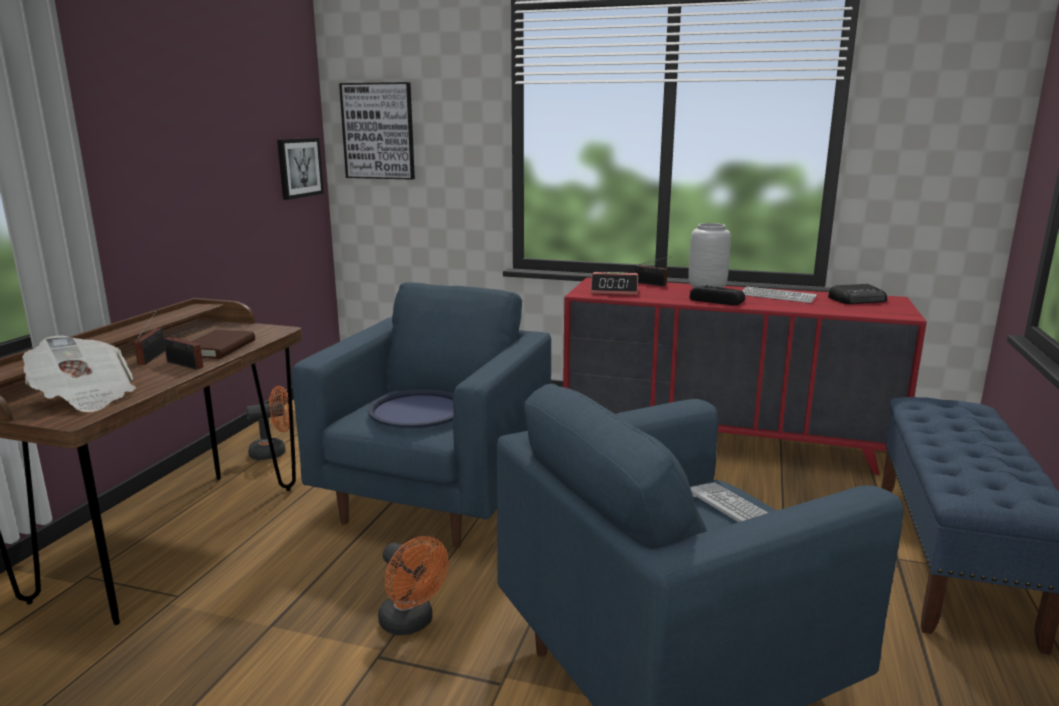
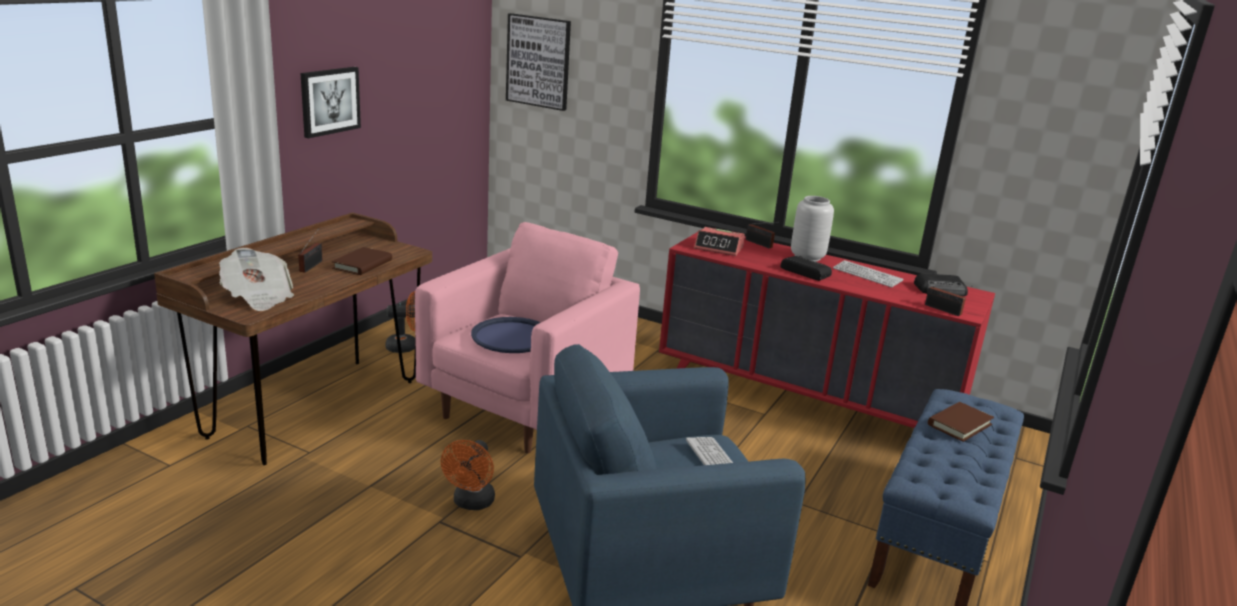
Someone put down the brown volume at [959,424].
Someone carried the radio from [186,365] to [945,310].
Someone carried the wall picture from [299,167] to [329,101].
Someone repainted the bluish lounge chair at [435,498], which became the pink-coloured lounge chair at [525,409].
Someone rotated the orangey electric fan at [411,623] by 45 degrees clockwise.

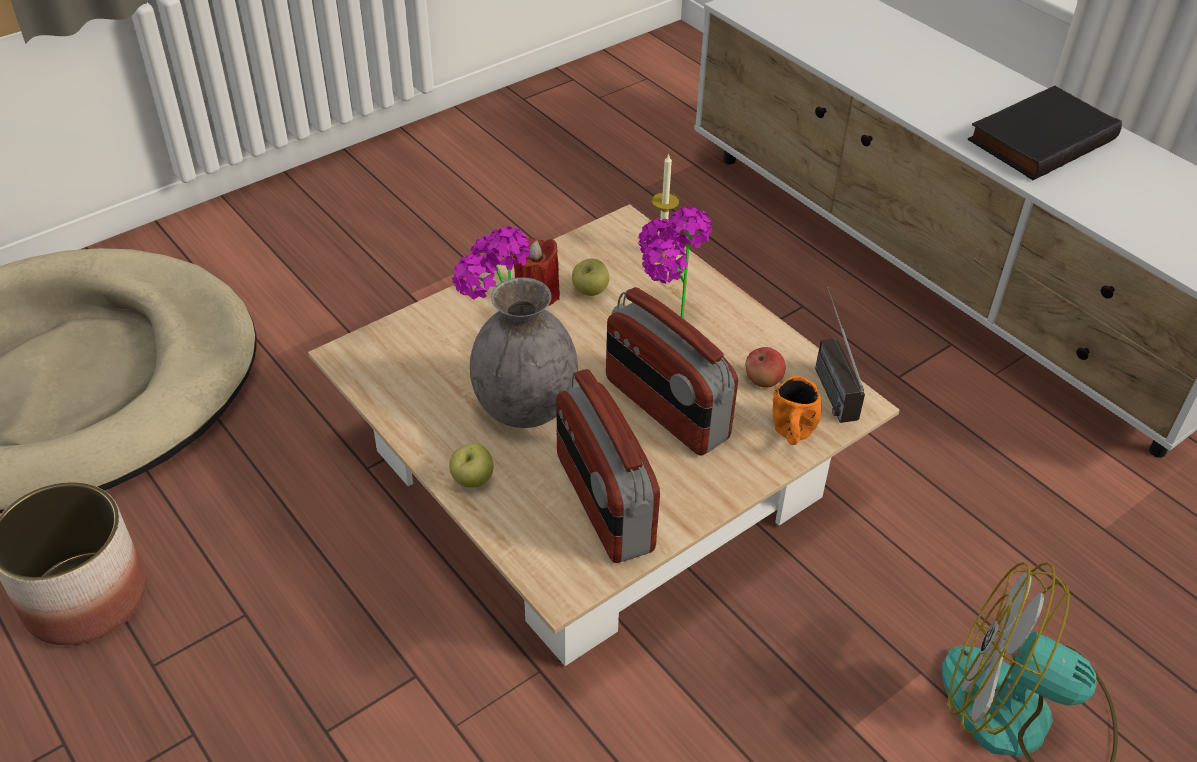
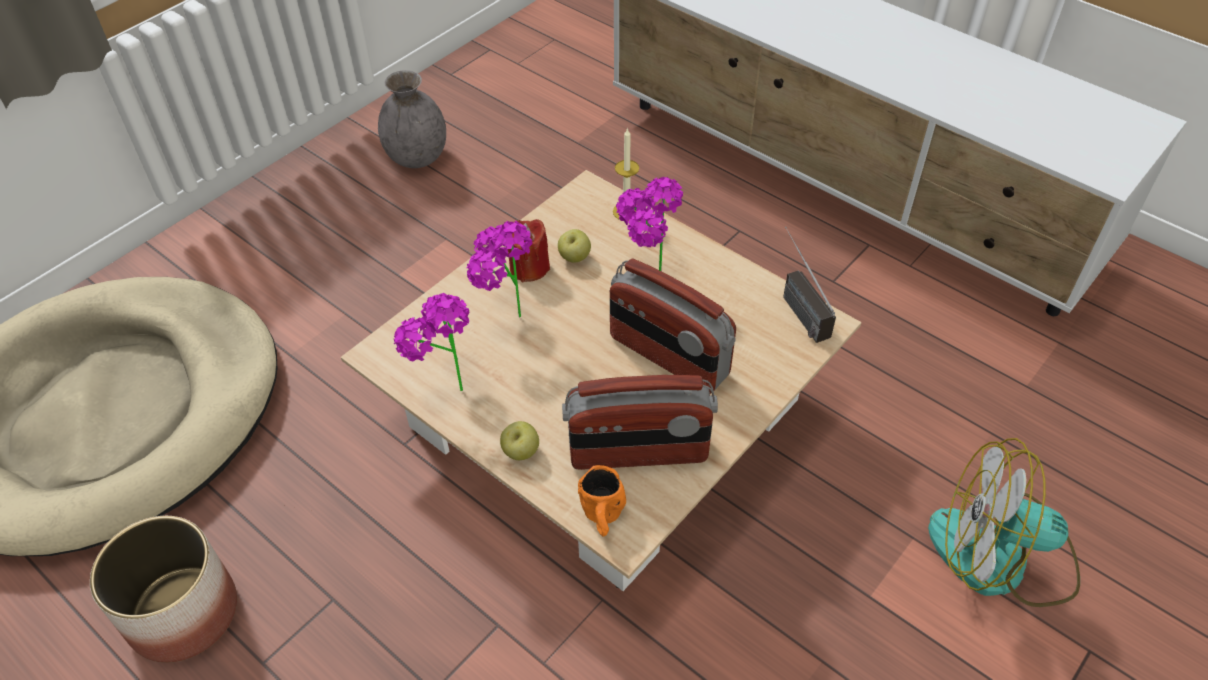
Someone took away the apple at [763,381].
Someone took away the black-coloured volume at [1040,138].
Someone put down the houseplant at [445,387].
Someone carried the greyish decorative vase from [526,408] to [418,157].
Someone carried the orangey mug from [792,436] to [603,519].
Someone rotated the radio at [602,503] by 60 degrees counterclockwise.

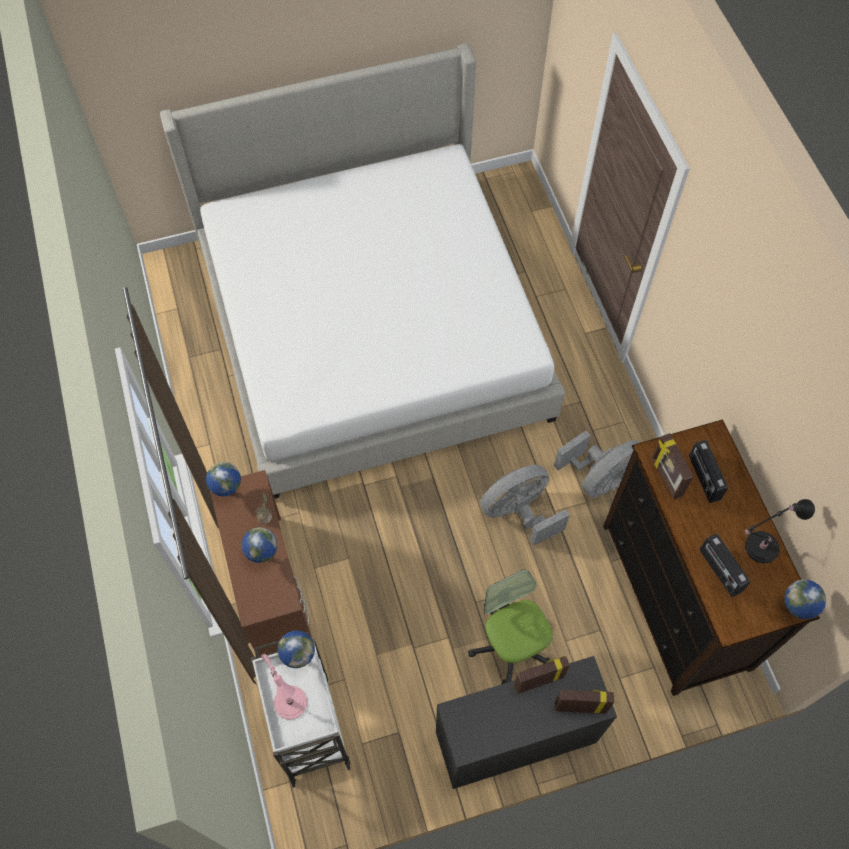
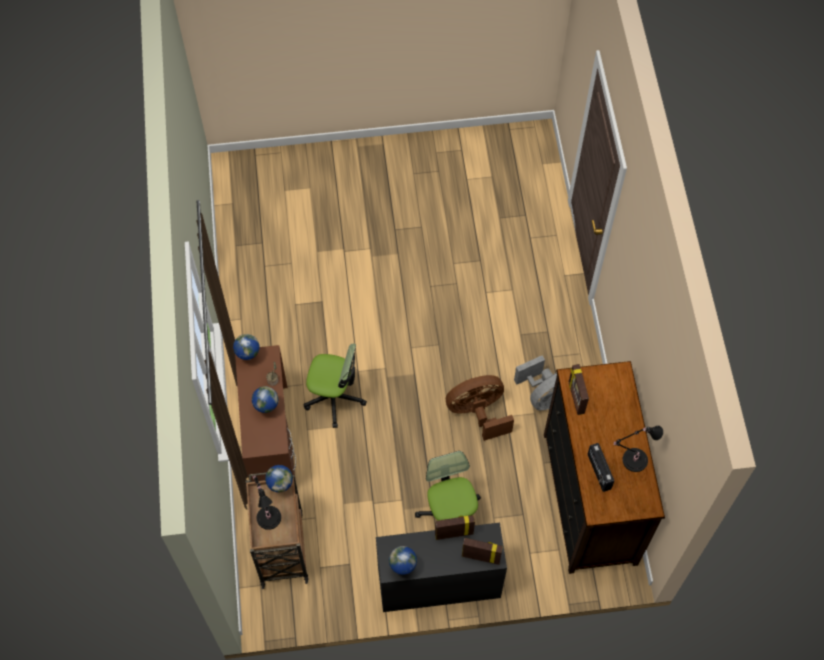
Someone took away the bed at [372,329].
Someone took away the radio at [703,478].
Someone put down the office chair at [334,397].
Someone carried the desk globe from [793,611] to [403,569].
Someone repainted the whitish cart at [308,725], which became the brown cart at [281,547].
Someone repainted the pink-coloured table lamp at [289,699], which became the black-coloured table lamp at [268,515].
Someone repainted the greyish electric fan at [519,512], which became the brown electric fan at [478,413].

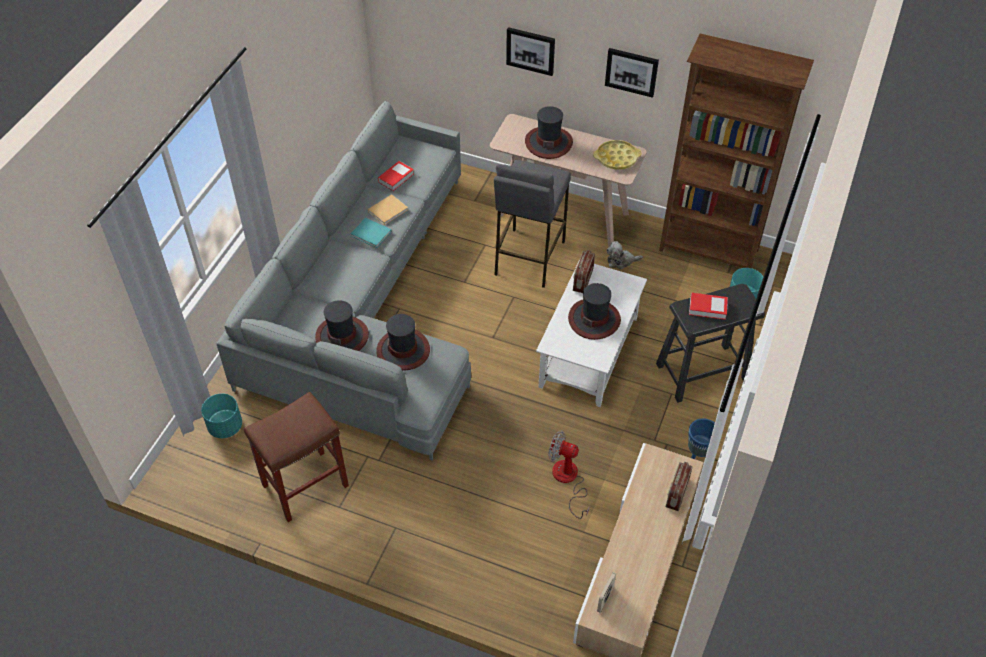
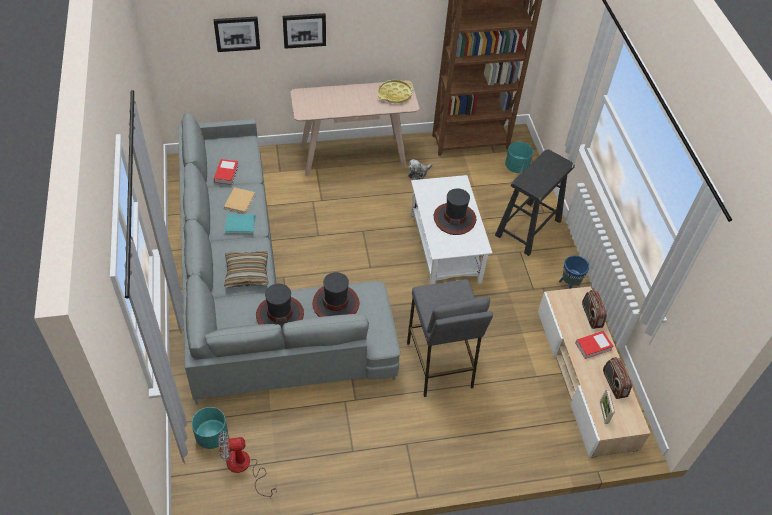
Someone took away the brown sitting stool at [304,486].
Someone took away the wearable hat at [548,142].
Someone put down the pillow at [247,273].
Someone carried the greyish sitting stool from [528,258] to [439,365].
Someone carried the electric fan from [568,480] to [244,467].
Someone carried the radio from [582,280] to [614,384].
Someone carried the wall picture from [631,71] to [237,33].
Someone carried the volume from [707,308] to [593,346].

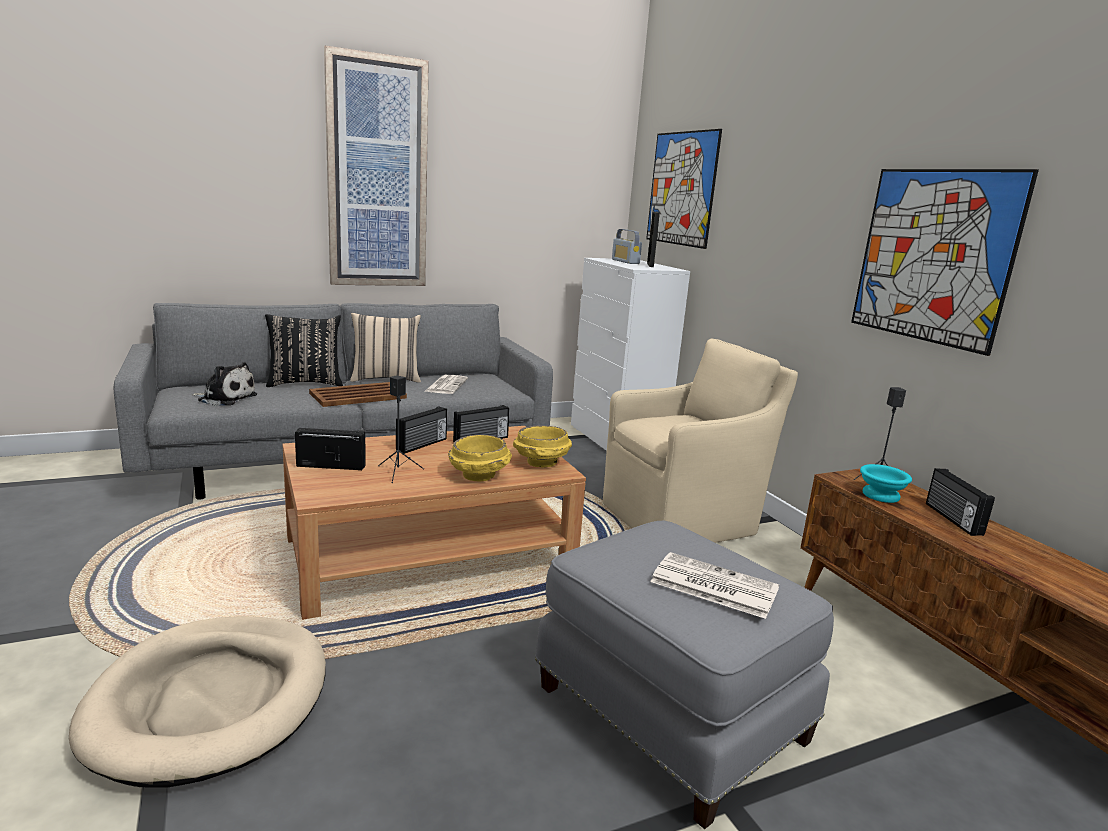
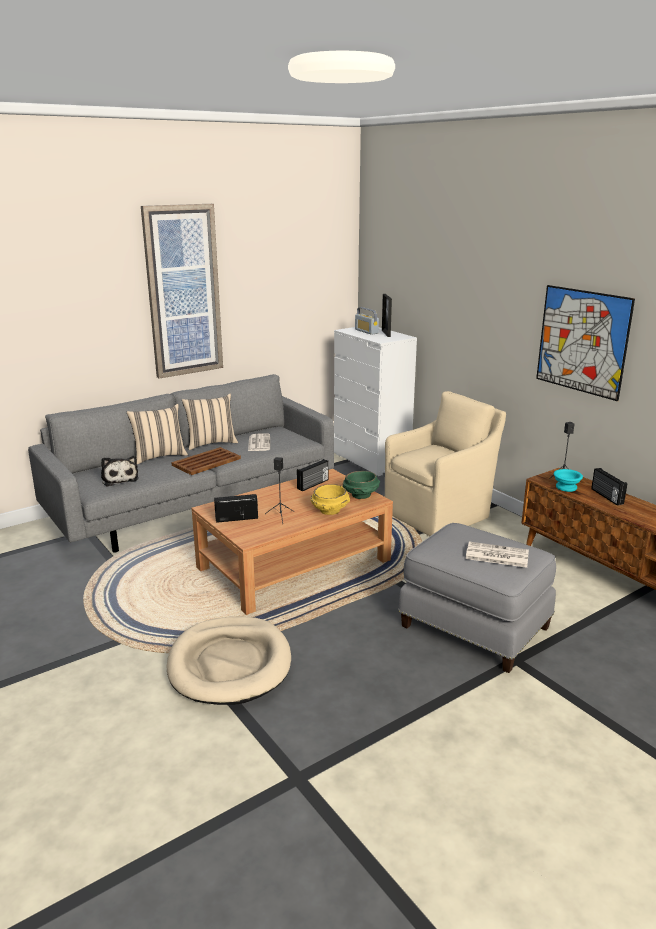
Someone took away the radio at [422,445].
Someone took away the wall picture at [681,188].
Someone repainted the black-coloured pillow at [305,383], which became the beige-coloured pillow at [159,456].
Someone repainted the yellow bowl at [541,463], which became the green bowl at [361,496].
Someone rotated the cuddly toy at [225,398] by 60 degrees clockwise.

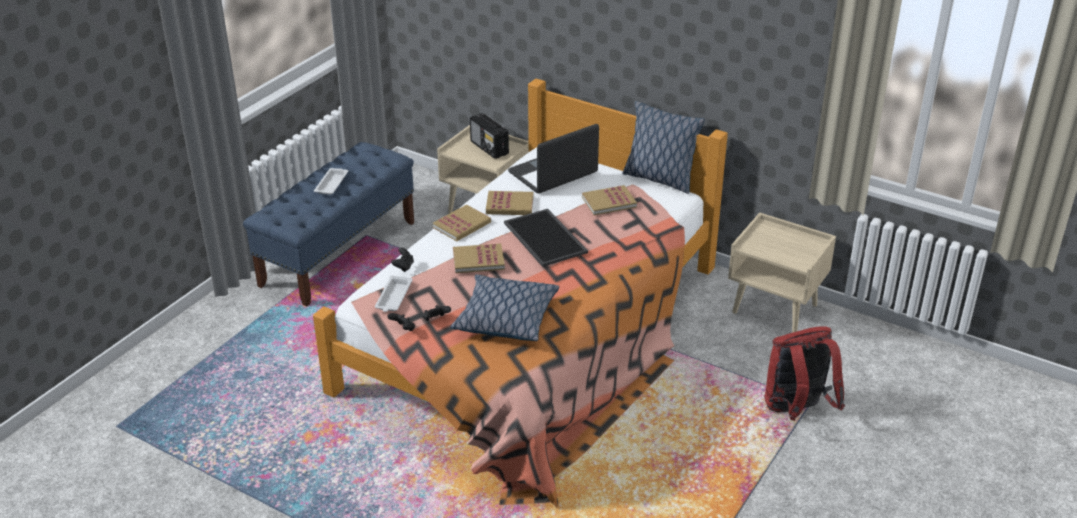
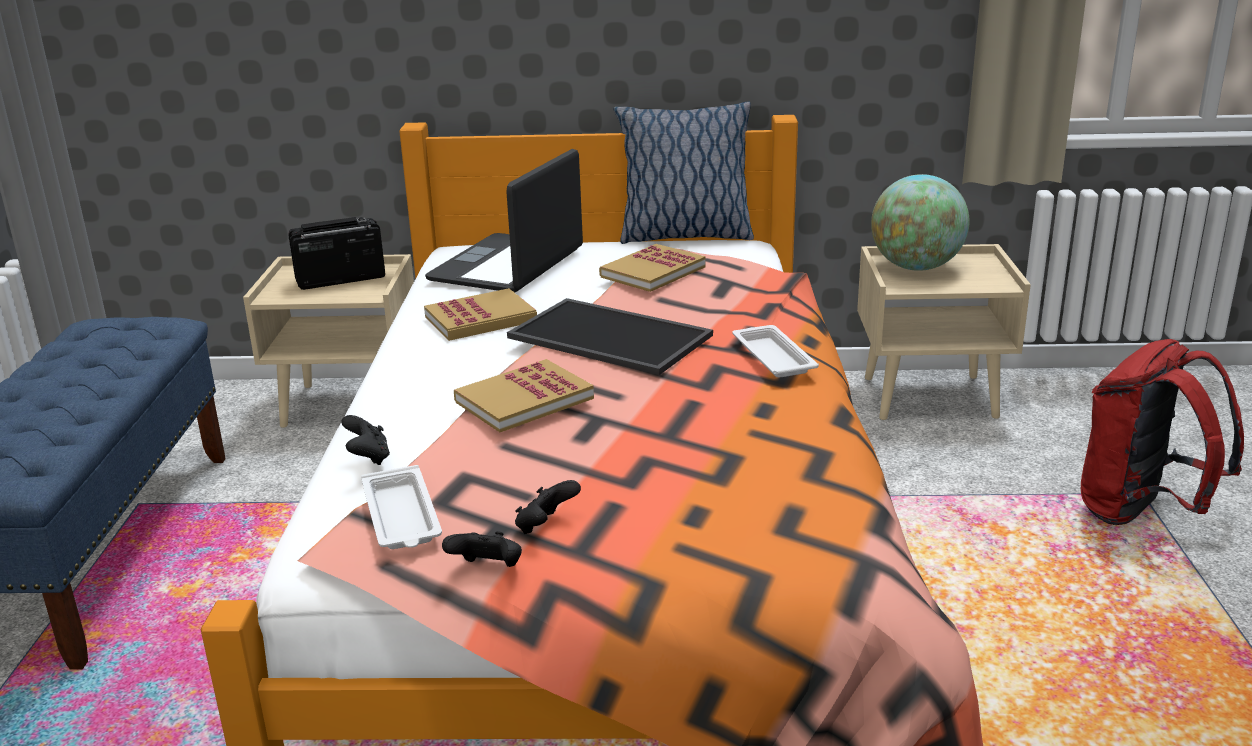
Someone took away the volume at [462,225].
Someone took away the pillow at [505,318].
Someone put down the desk globe at [916,267].
Someone carried the whitish serving tray from [332,183] to [772,357].
Someone rotated the radio at [489,148] by 135 degrees clockwise.

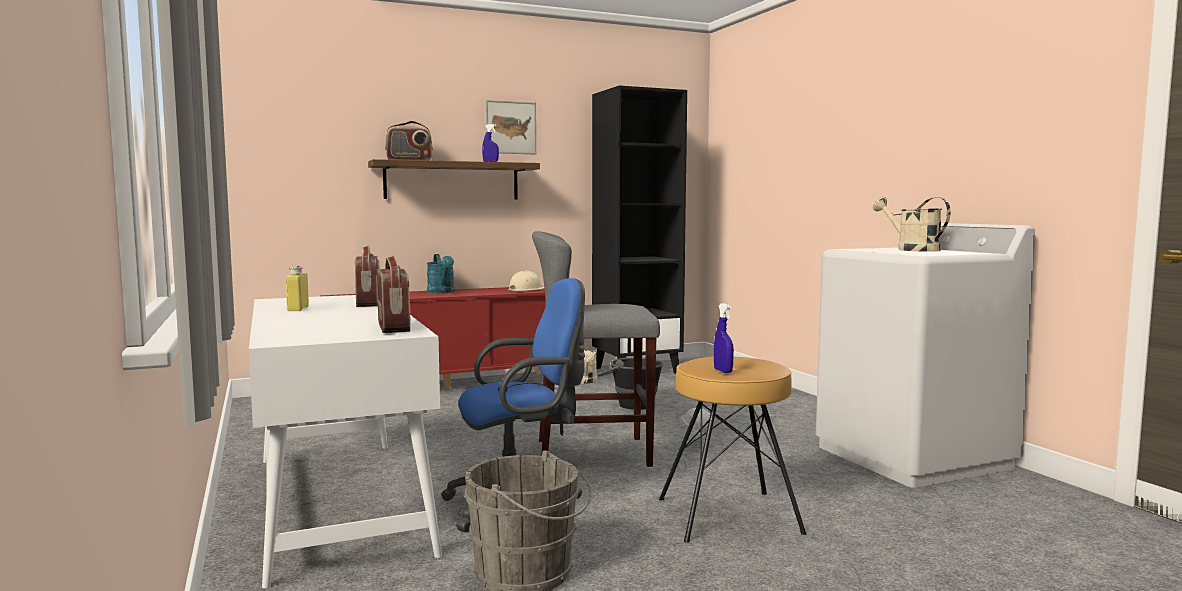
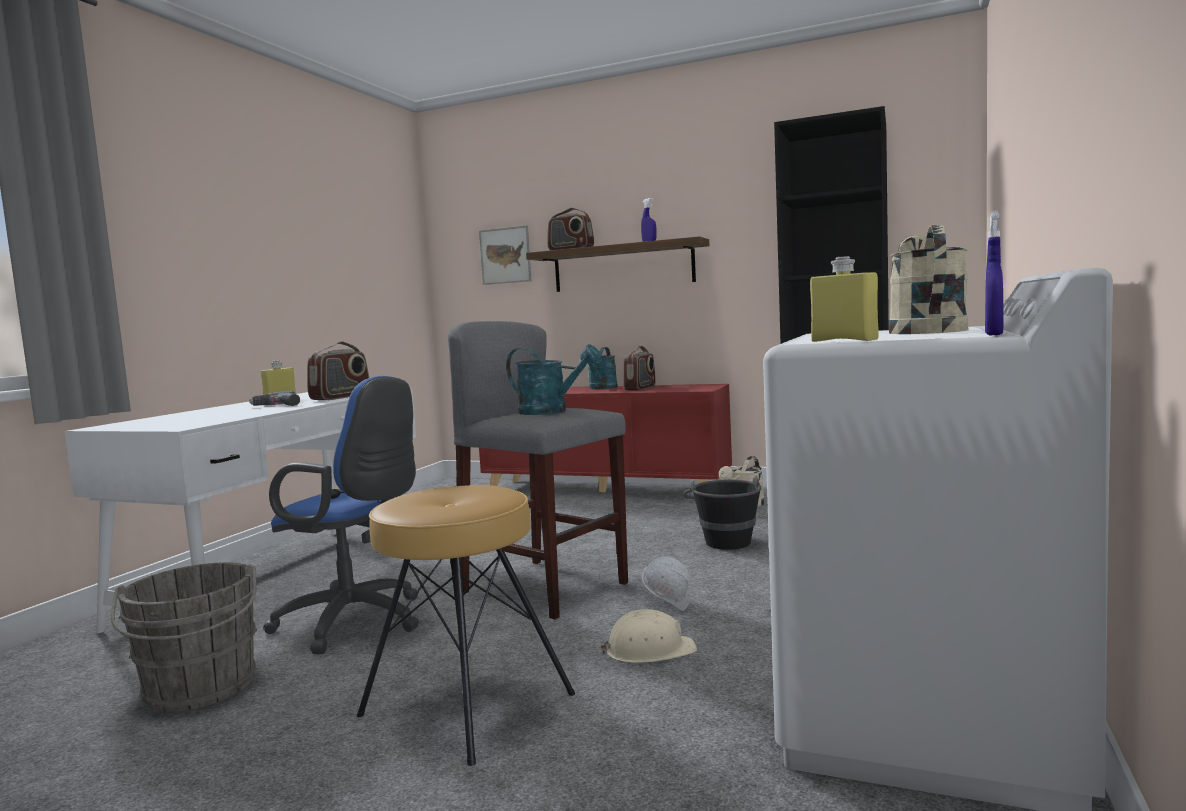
Someone put down the drill at [278,406].
Someone put down the turquoise-coloured watering pot at [551,411].
Someone put down the yellow bottle at [844,340].
Someone carried the radio from [394,328] to [640,388].
Someone carried the wall picture from [511,127] to [505,255].
Someone carried the beige-coloured work helmet from [526,290] to [649,650].
Someone carried the bluish spray bottle from [723,371] to [993,334].

